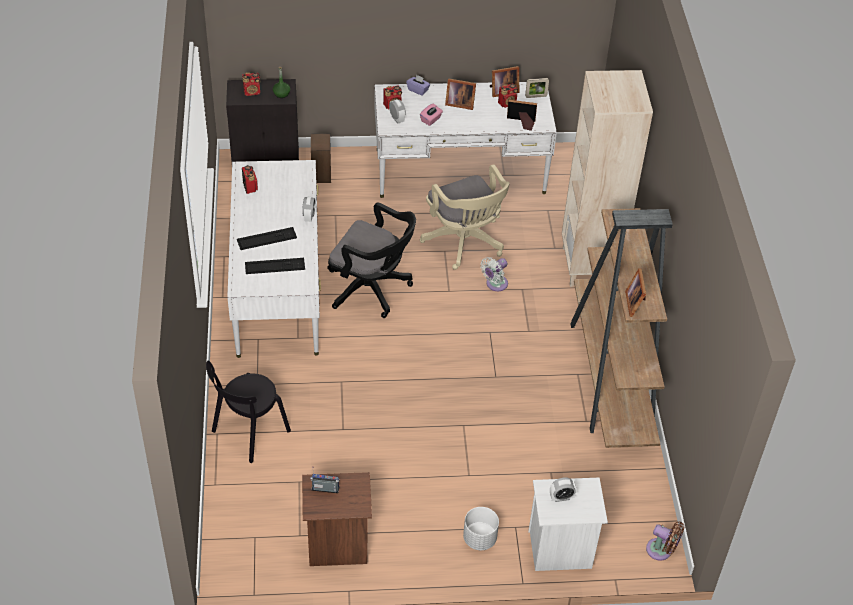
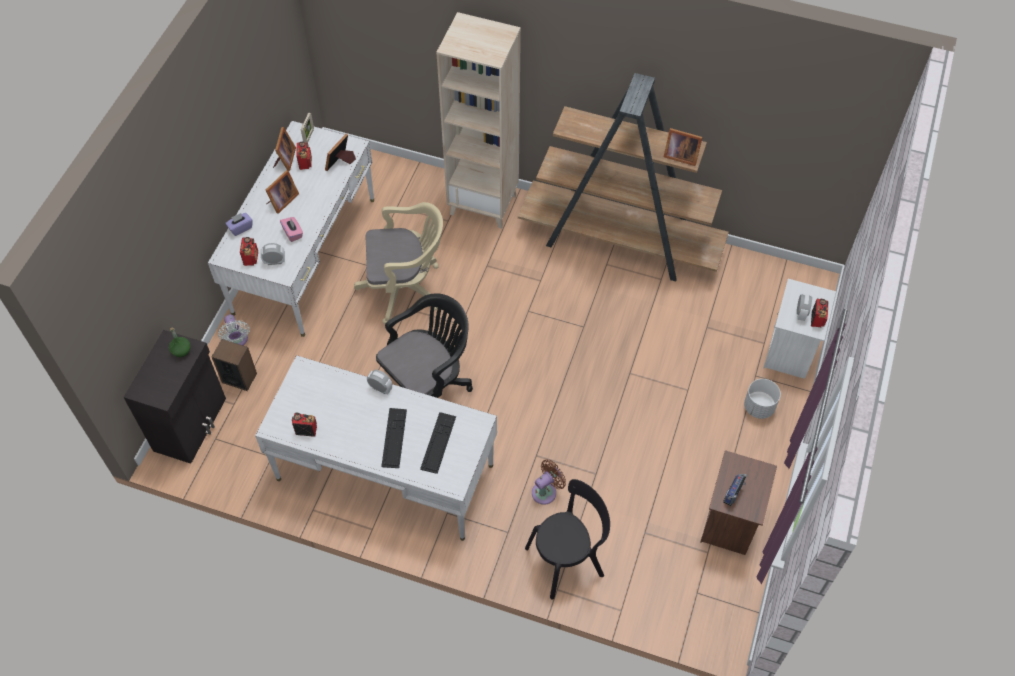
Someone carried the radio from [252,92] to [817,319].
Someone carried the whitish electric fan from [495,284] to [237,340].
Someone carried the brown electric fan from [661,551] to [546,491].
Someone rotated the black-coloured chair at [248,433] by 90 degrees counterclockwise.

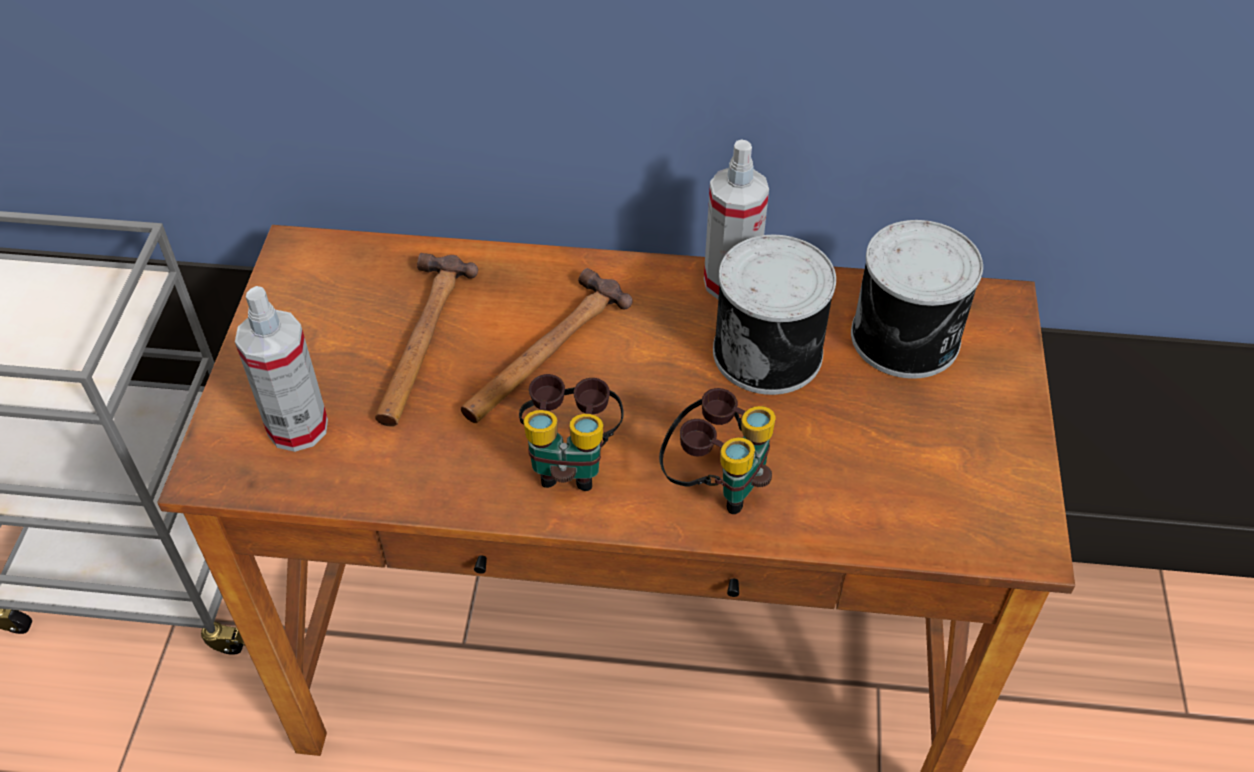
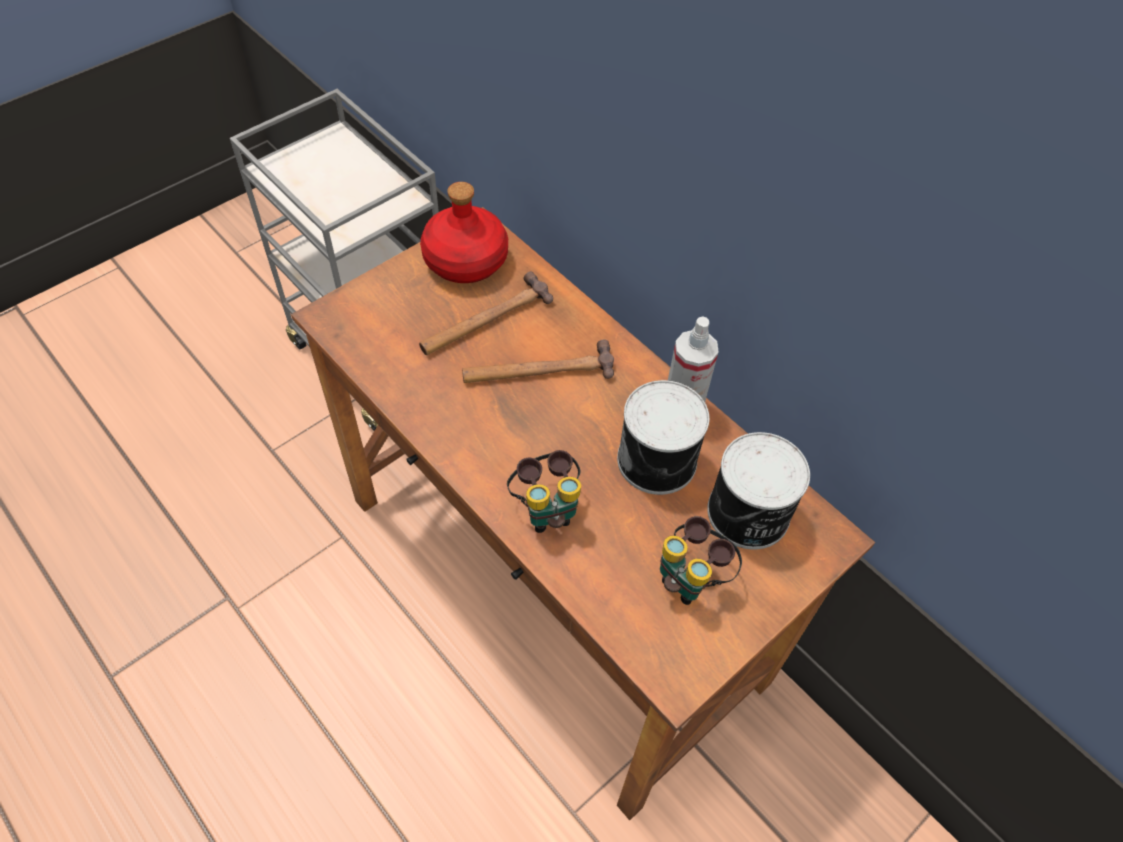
Someone took away the spray bottle at [298,427].
Someone put down the red-coloured bottle at [465,261].
Someone carried the field glasses from [570,461] to [691,577].

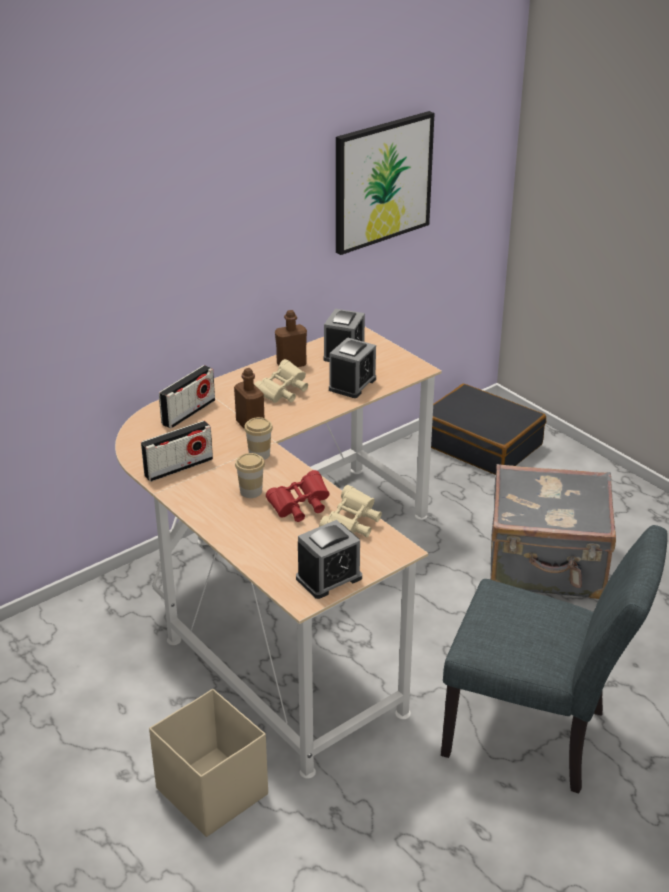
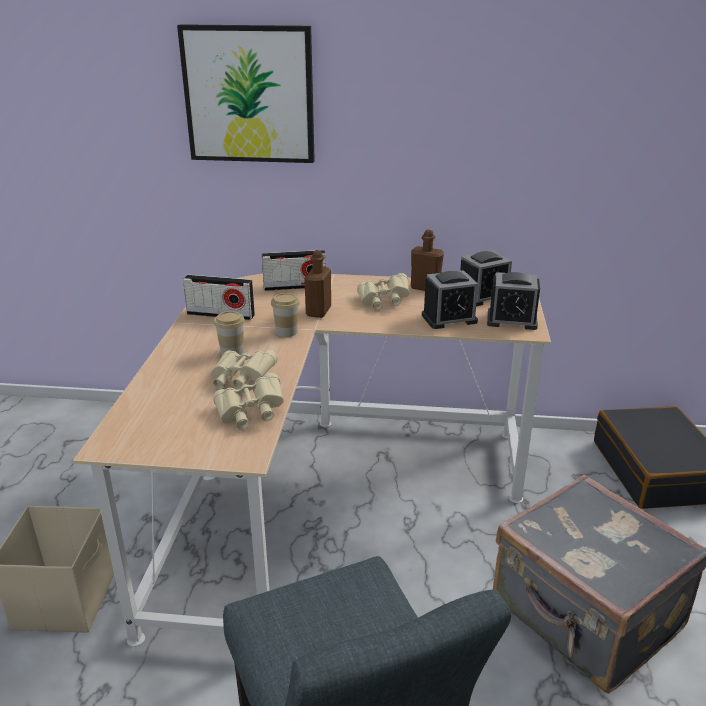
Someone carried the alarm clock from [329,578] to [511,320].
Someone carried the wall picture from [382,181] to [249,95].
Someone repainted the red-coloured field glasses at [300,507], which became the beige-coloured field glasses at [241,380].

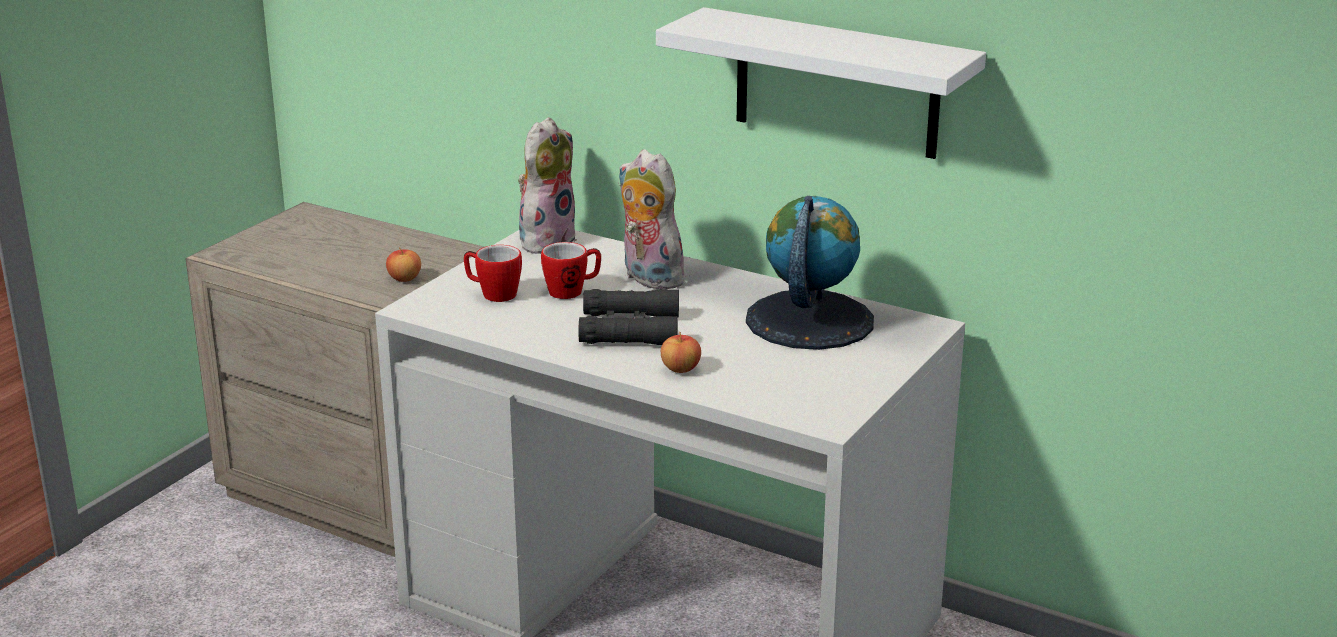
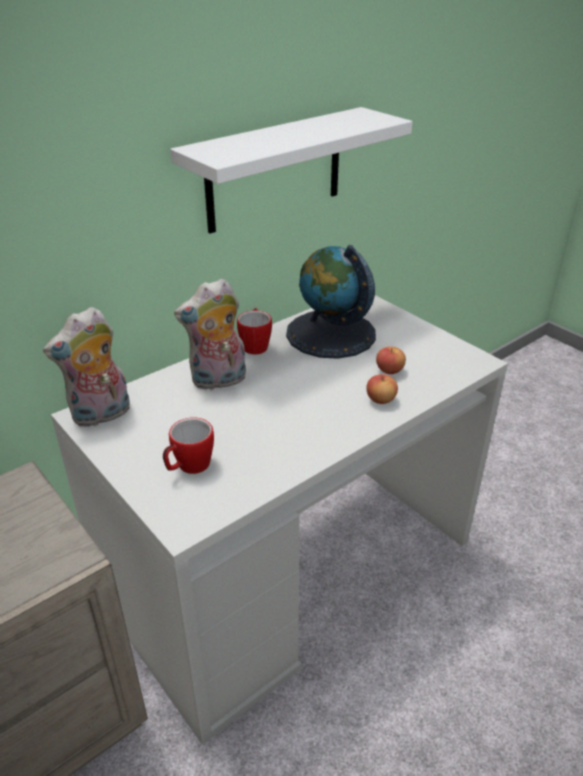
Someone took away the black-coloured field glasses at [630,329].
Someone carried the apple from [404,279] to [389,370].
Someone carried the mug from [572,291] to [255,345].
Someone rotated the cuddly toy at [546,240] by 90 degrees counterclockwise.

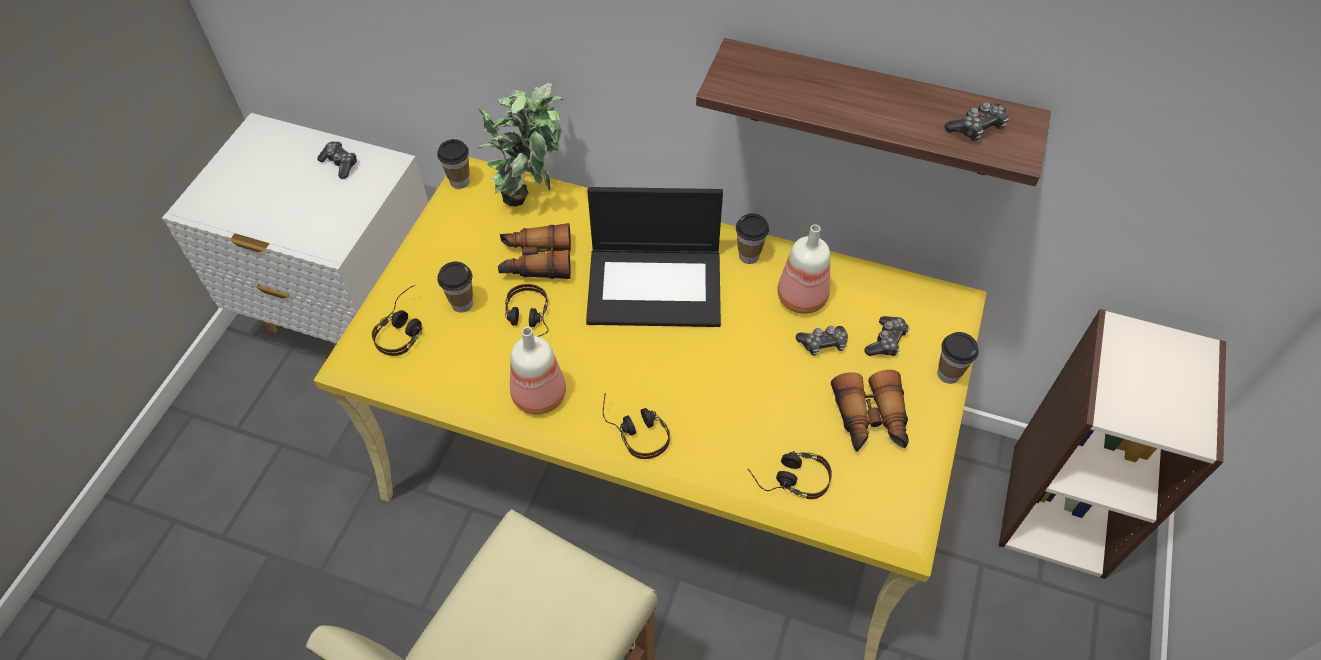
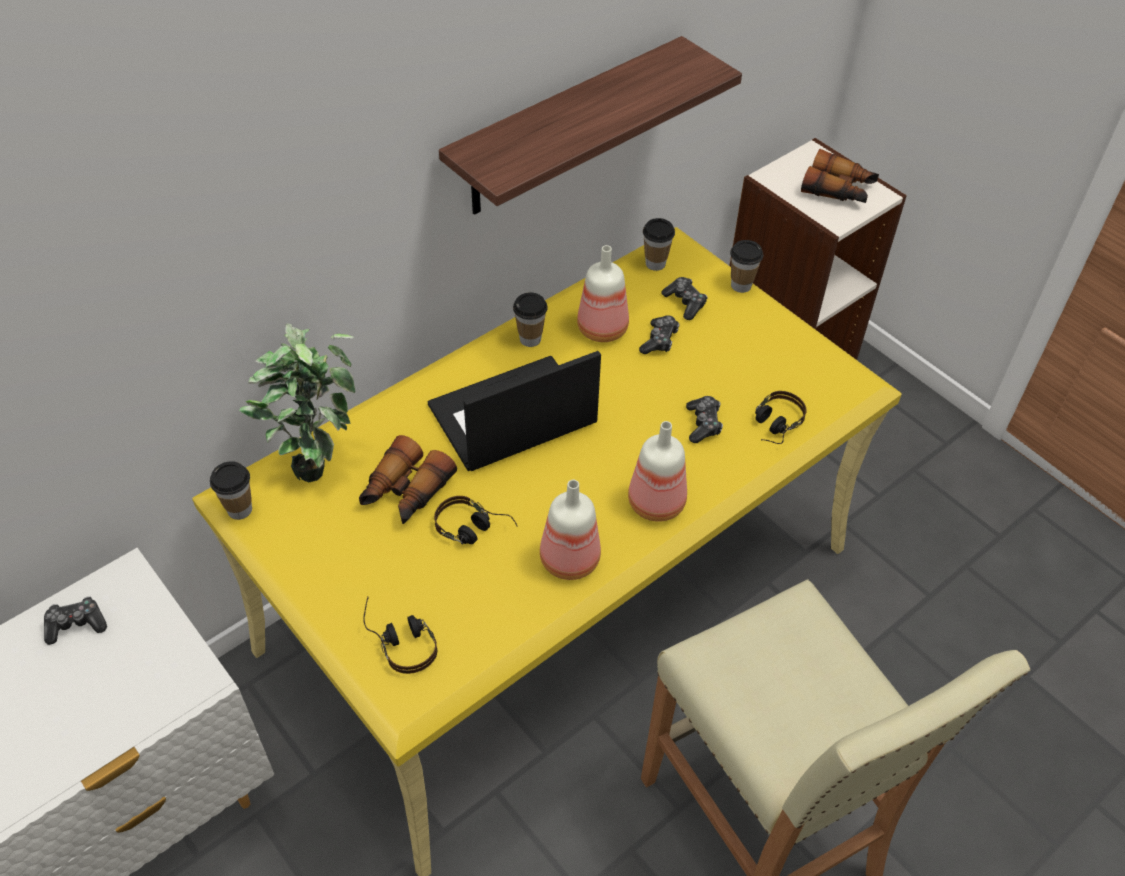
Someone carried the small cup from [462,304] to [655,264].
Someone carried the field glasses from [870,420] to [838,189].
Someone carried the game controller from [976,128] to [703,424].
Someone swapped the headphones at [636,429] for the bottle at [657,504].
Someone rotated the notebook computer at [656,286] by 150 degrees counterclockwise.

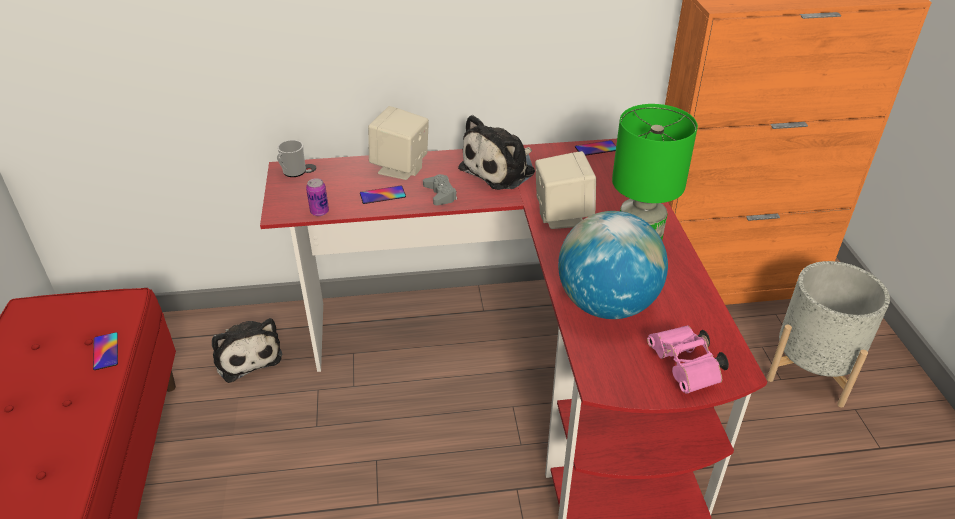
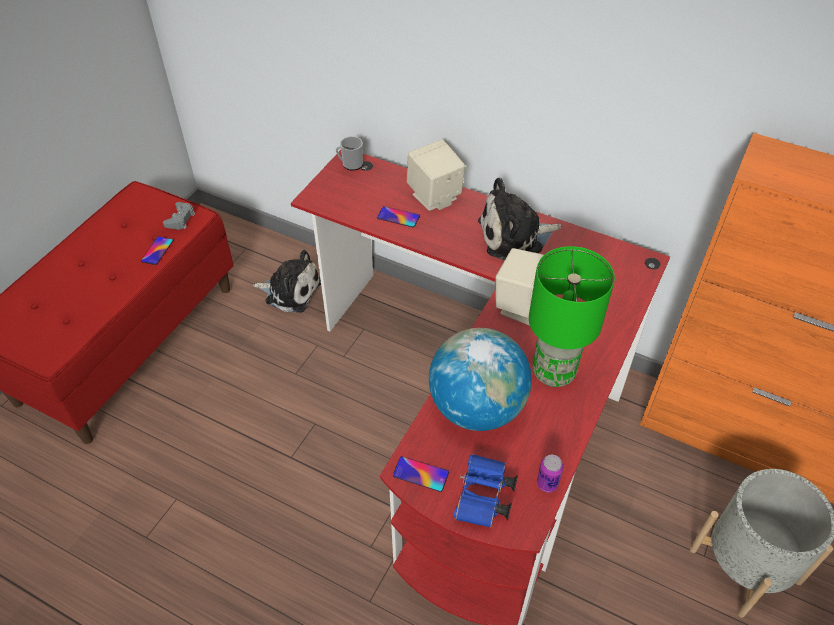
Someone carried the sealed can from [319,212] to [547,483].
Someone carried the greyish game controller from [440,194] to [180,219].
Someone carried the telephone from [596,148] to [420,474].
Someone repainted the pink-coloured field glasses at [686,369], which became the bluish field glasses at [483,499].
Someone rotated the cuddly toy at [246,355] by 75 degrees counterclockwise.

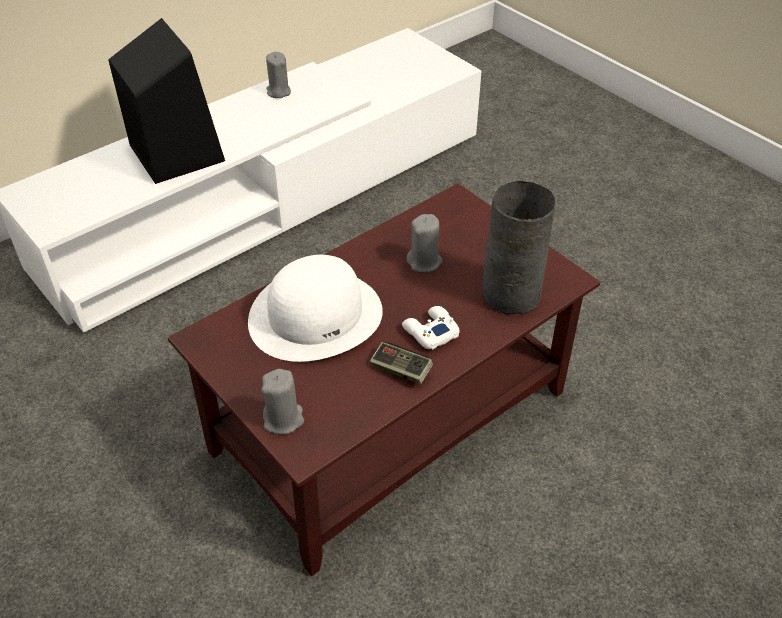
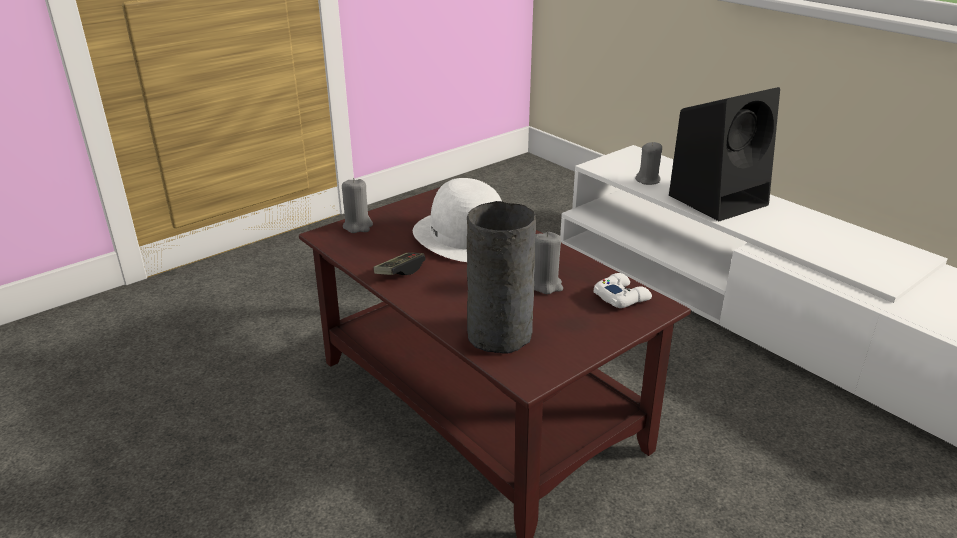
Someone carried the greyish wax light from [278,92] to [648,180].
Someone carried the whitish game controller from [430,332] to [621,297].

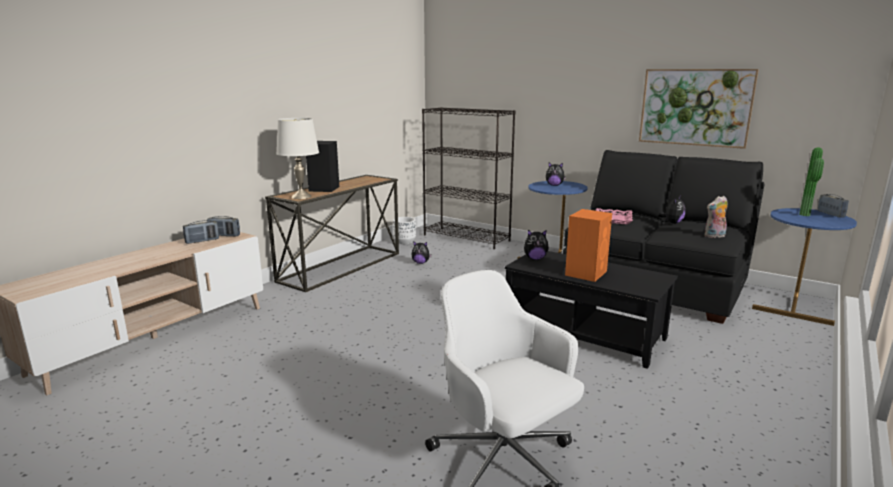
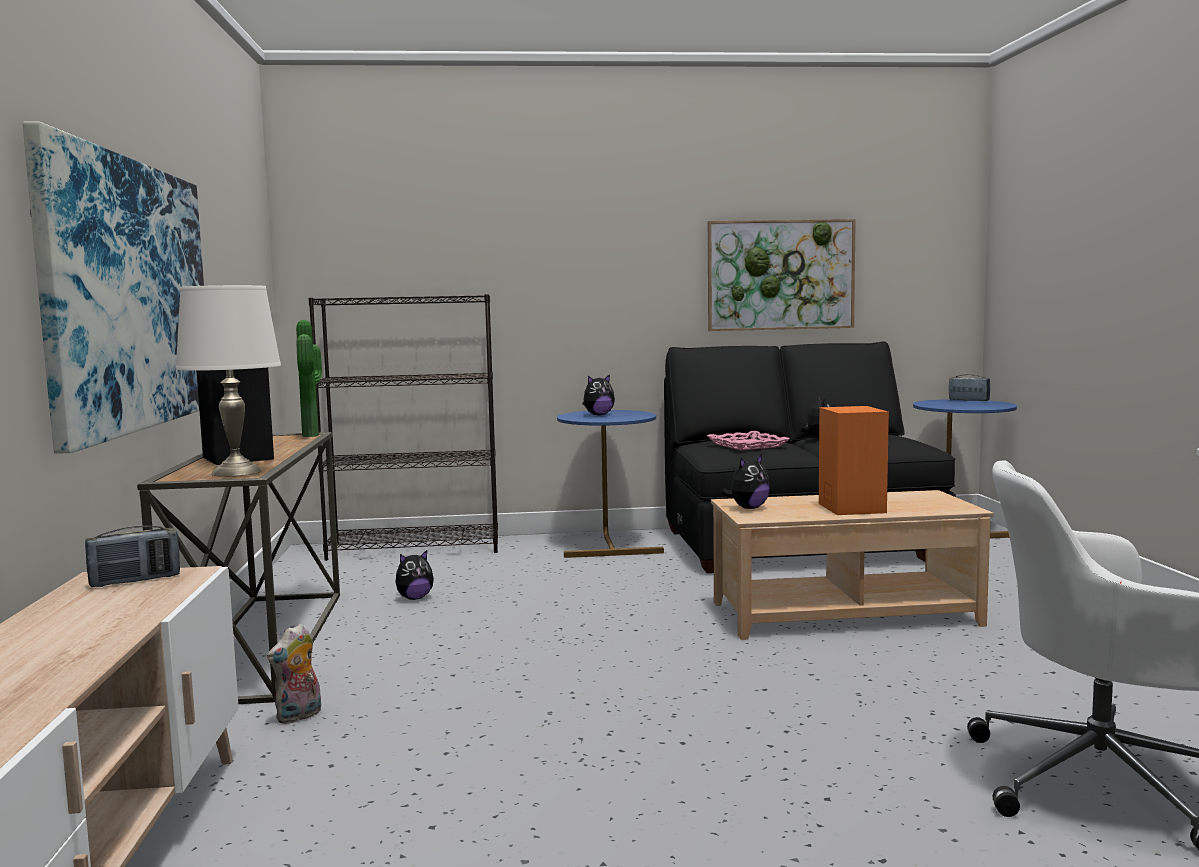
Someone took away the radio at [202,241].
Someone took away the whitish flower pot at [404,242].
Someone put up the wall picture at [130,295].
Someone carried the cuddly toy from [714,236] to [299,716].
Someone carried the houseplant from [806,215] to [313,435].
Someone repainted the black-coloured coffee table at [584,332], which became the beige-coloured coffee table at [843,613].

